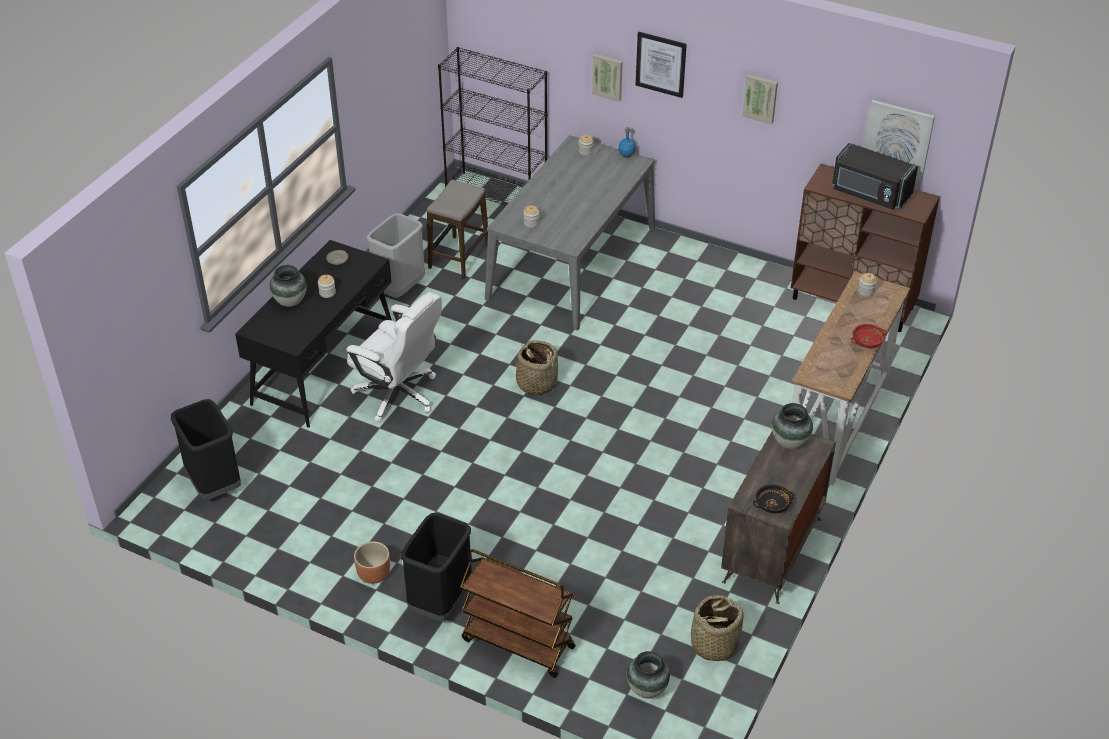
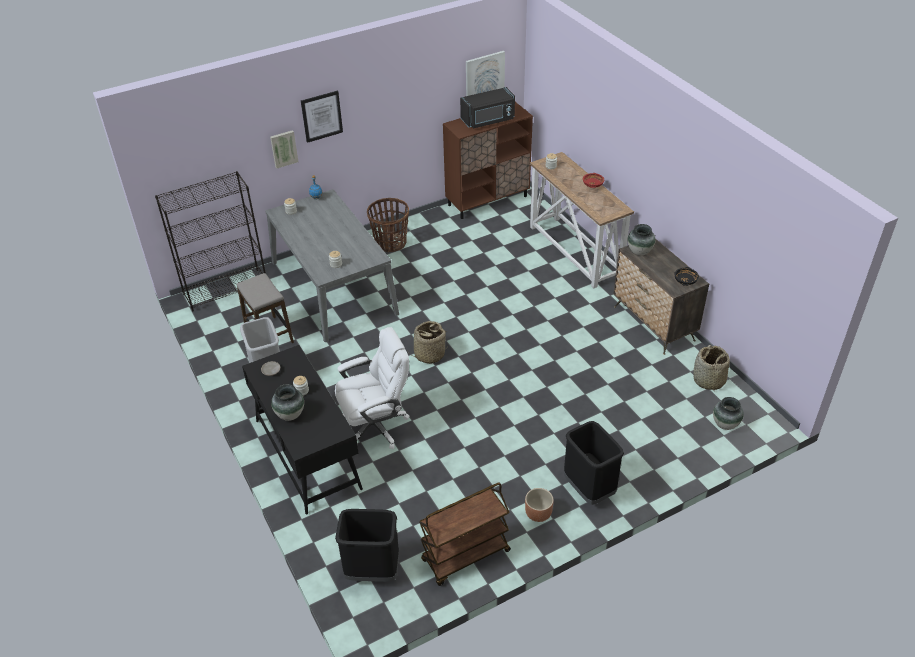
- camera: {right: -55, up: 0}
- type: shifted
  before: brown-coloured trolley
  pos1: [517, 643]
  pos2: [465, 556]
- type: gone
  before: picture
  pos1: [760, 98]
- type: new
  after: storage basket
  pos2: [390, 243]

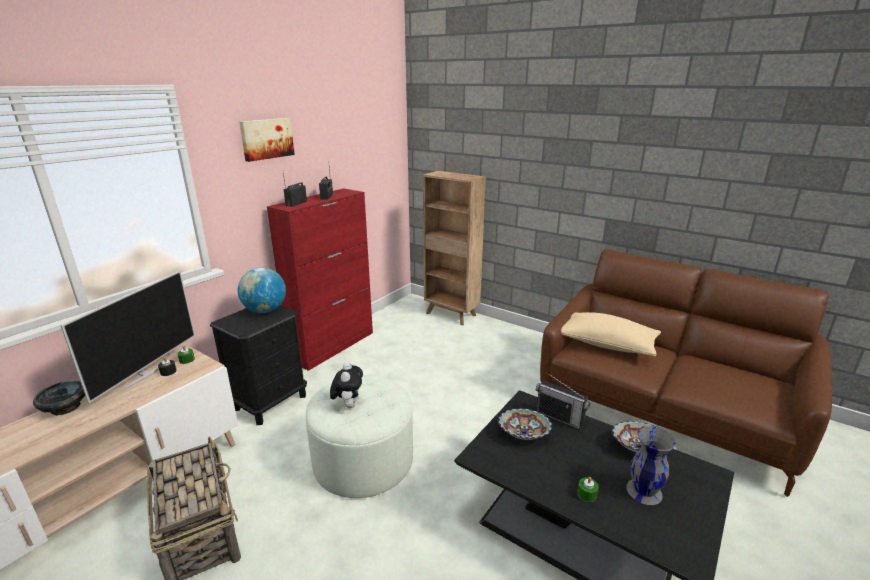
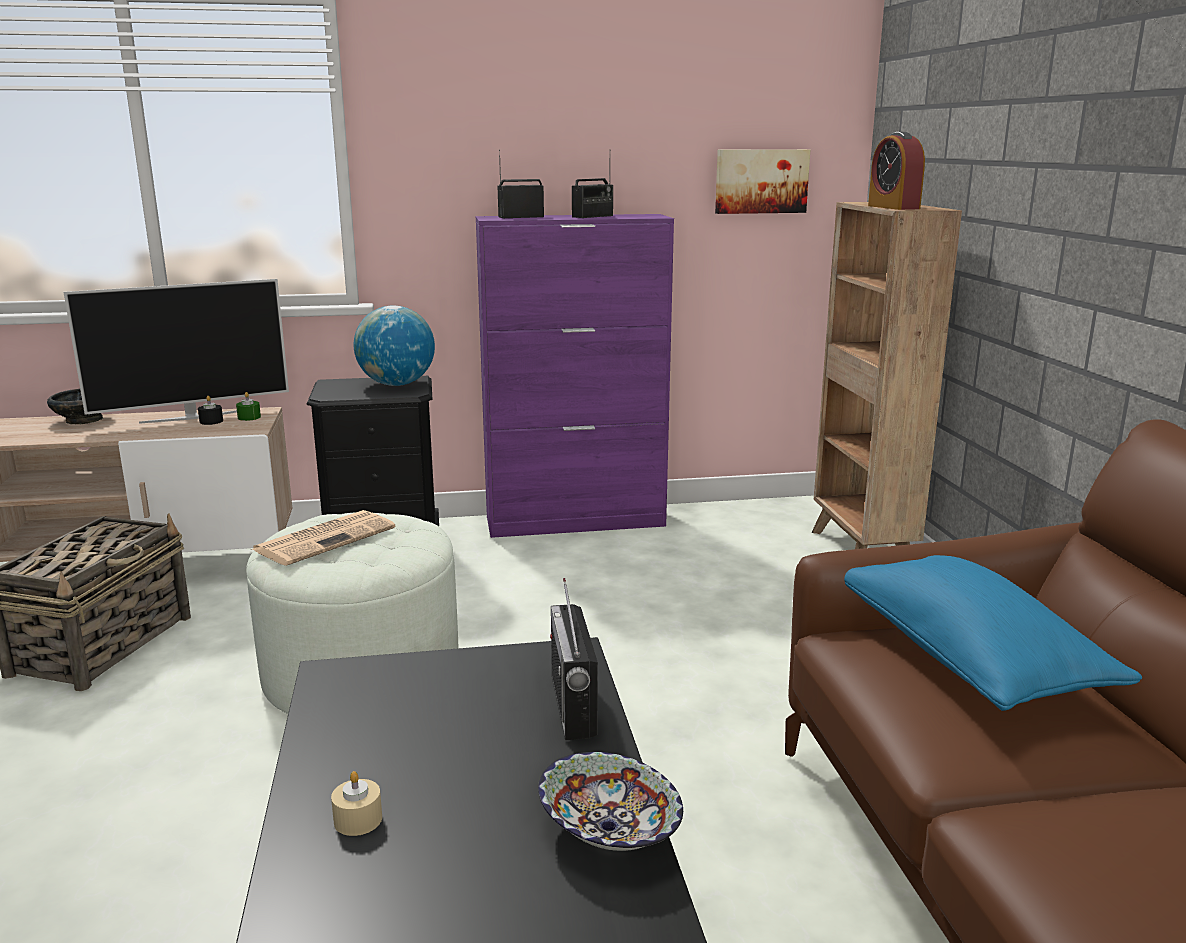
- camera: {right: 45, up: -5}
- type: shifted
  before: picture
  pos1: [266, 138]
  pos2: [761, 181]
- type: repainted
  before: red cabinet
  after: purple cabinet
  pos1: [333, 346]
  pos2: [576, 521]
- type: swapped
  before: soft toy
  after: printed paper
  pos1: [348, 404]
  pos2: [326, 538]
- type: gone
  before: serving bowl
  pos1: [523, 434]
- type: repainted
  before: beige throw pillow
  after: blue throw pillow
  pos1: [606, 344]
  pos2: [967, 659]
- type: repainted
  before: greenish wax candle
  after: beige wax candle
  pos1: [587, 494]
  pos2: [358, 819]
- type: gone
  before: gray decorative vase
  pos1: [643, 491]
- type: new
  after: bedside clock
  pos2: [893, 207]

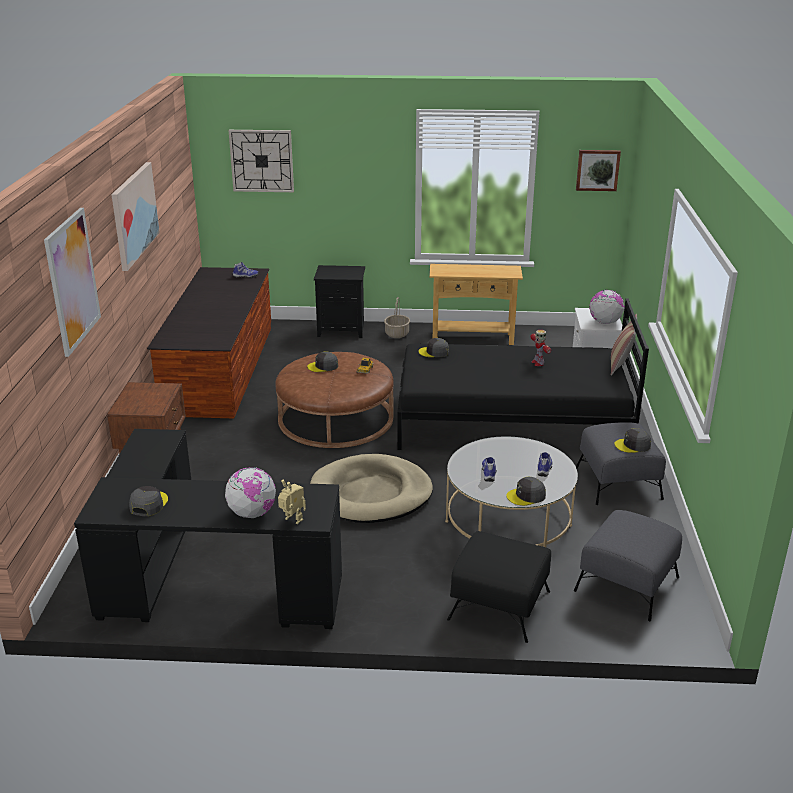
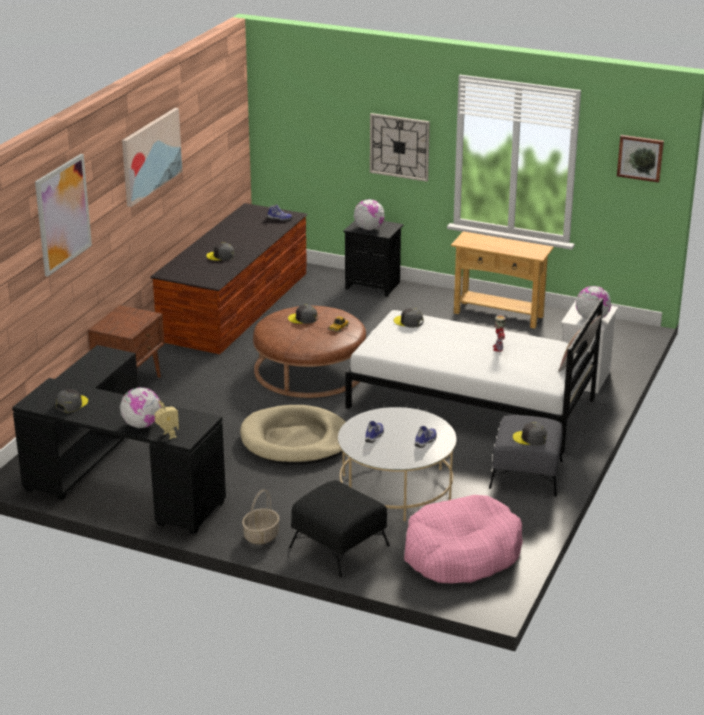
- camera: {right: 20, up: 0}
- type: shifted
  before: clock on the wall
  pos1: [262, 161]
  pos2: [399, 147]
- type: shifted
  before: storage basket
  pos1: [396, 334]
  pos2: [261, 536]
- type: repainted
  before: blackish sleeping bed
  after: white sleeping bed
  pos1: [512, 423]
  pos2: [470, 403]
- type: shifted
  before: gray peaked cap
  pos1: [526, 496]
  pos2: [221, 256]
- type: swapped
  before: gray footrest
  after: pink-coloured pet bed
  pos1: [627, 583]
  pos2: [461, 554]
- type: new
  after: desk globe
  pos2: [369, 229]

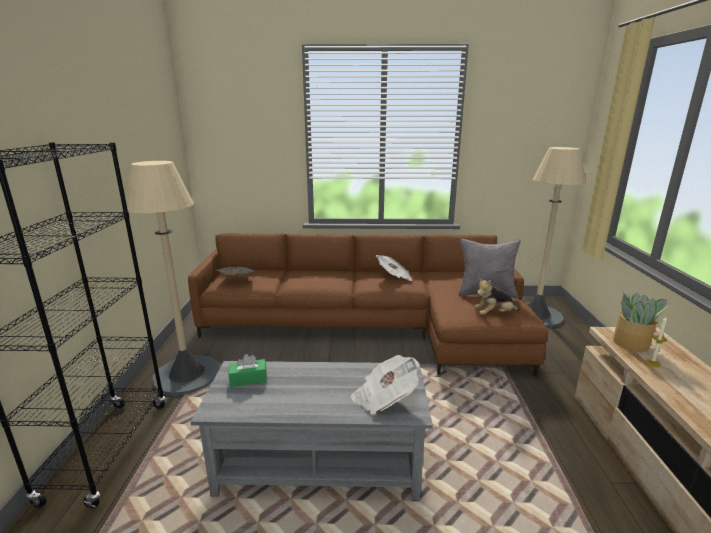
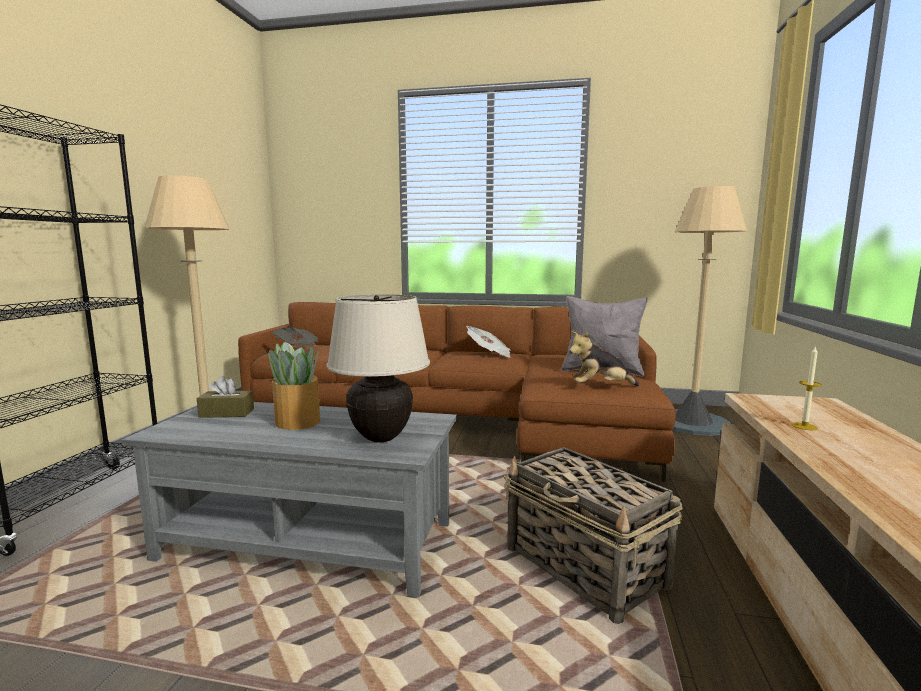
- camera: {right: 10, up: -10}
- type: repainted
  before: greenish tissue holder
  after: brown-coloured tissue holder
  pos1: [248, 379]
  pos2: [227, 413]
- type: swapped
  before: printed paper
  after: beige table lamp
  pos1: [384, 398]
  pos2: [380, 438]
- type: shifted
  before: potted plant
  pos1: [631, 344]
  pos2: [297, 422]
- type: new
  after: storage basket
  pos2: [585, 568]

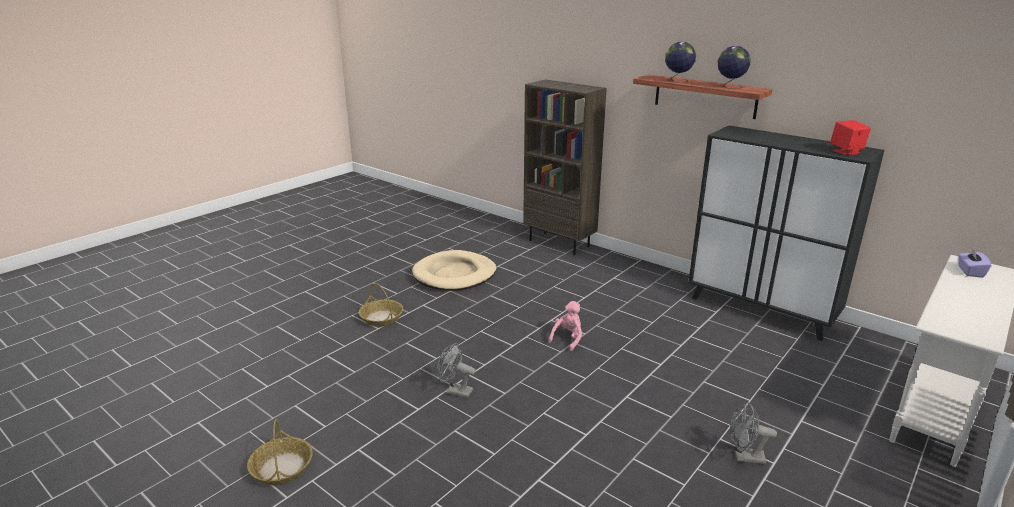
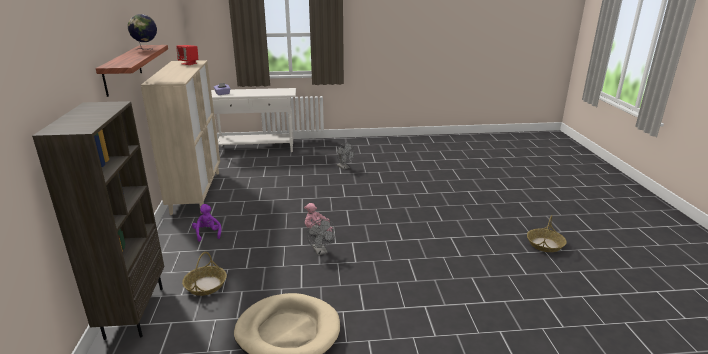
- camera: {right: -135, up: 0}
- type: shifted
  before: storage basket
  pos1: [382, 318]
  pos2: [205, 285]
- type: shifted
  before: gray electric fan
  pos1: [455, 391]
  pos2: [321, 251]
- type: gone
  before: desk globe
  pos1: [677, 81]
- type: repainted
  before: blackish cabinet
  after: beige cabinet
  pos1: [761, 310]
  pos2: [196, 192]
- type: new
  after: purple soft toy
  pos2: [207, 233]

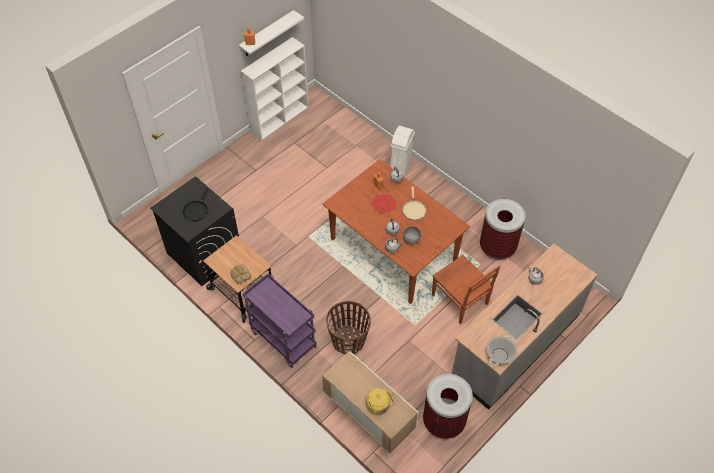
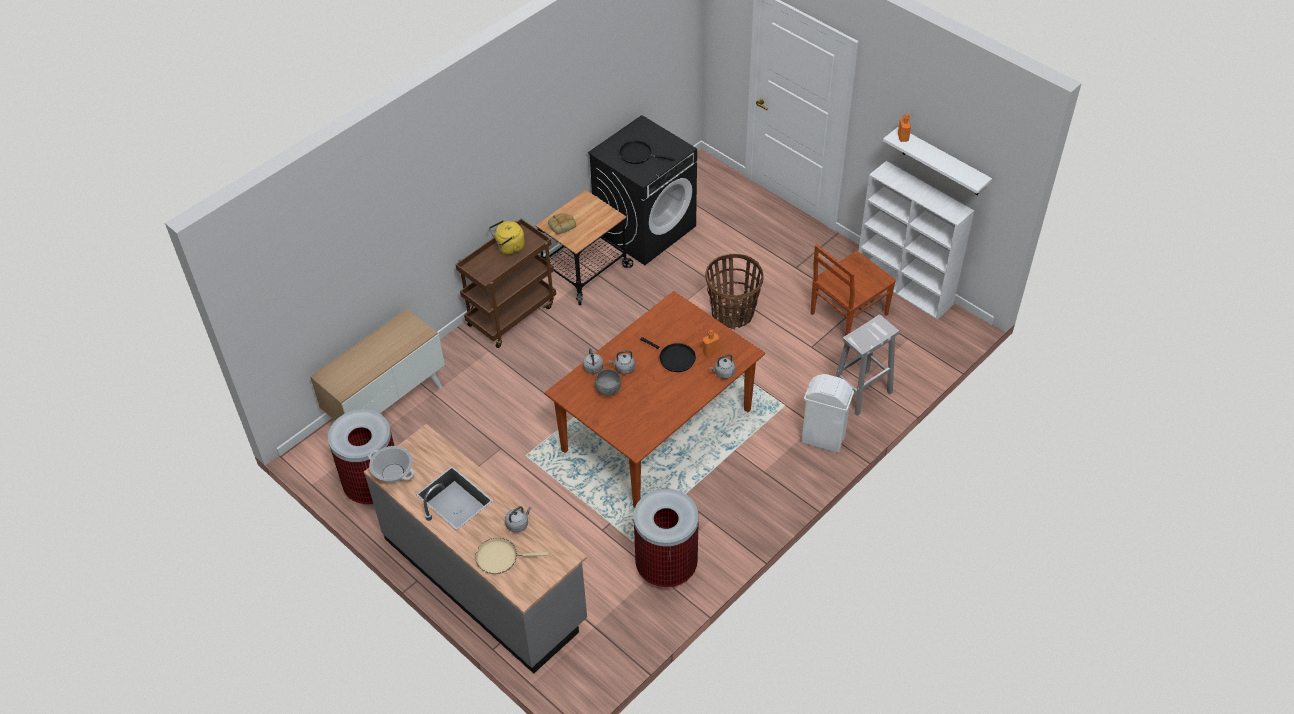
- camera: {right: 90, up: -5}
- type: repainted
  before: purple trolley
  after: brown-coloured trolley
  pos1: [282, 339]
  pos2: [511, 314]
- type: shifted
  before: storage basket
  pos1: [348, 341]
  pos2: [732, 313]
- type: shifted
  before: yellow tea kettle
  pos1: [379, 407]
  pos2: [508, 248]
- type: swapped
  before: red flat dish
  after: blackish skillet
  pos1: [384, 204]
  pos2: [674, 358]
- type: shifted
  before: beige skillet
  pos1: [413, 209]
  pos2: [500, 558]
- type: shifted
  before: brown-coloured plain chair
  pos1: [460, 300]
  pos2: [847, 315]
- type: new
  after: white sitting stool
  pos2: [861, 393]

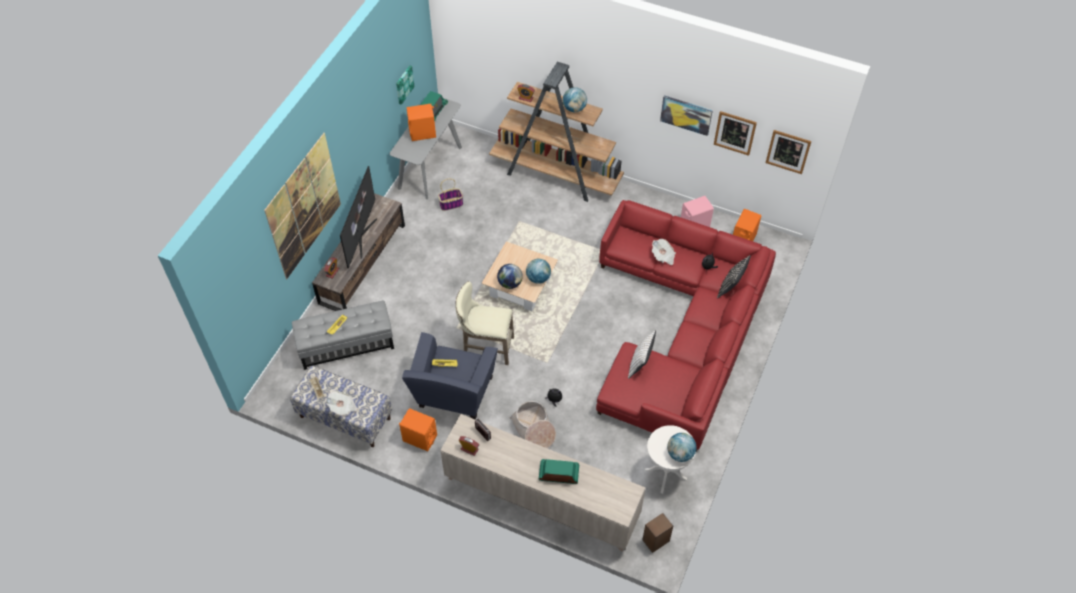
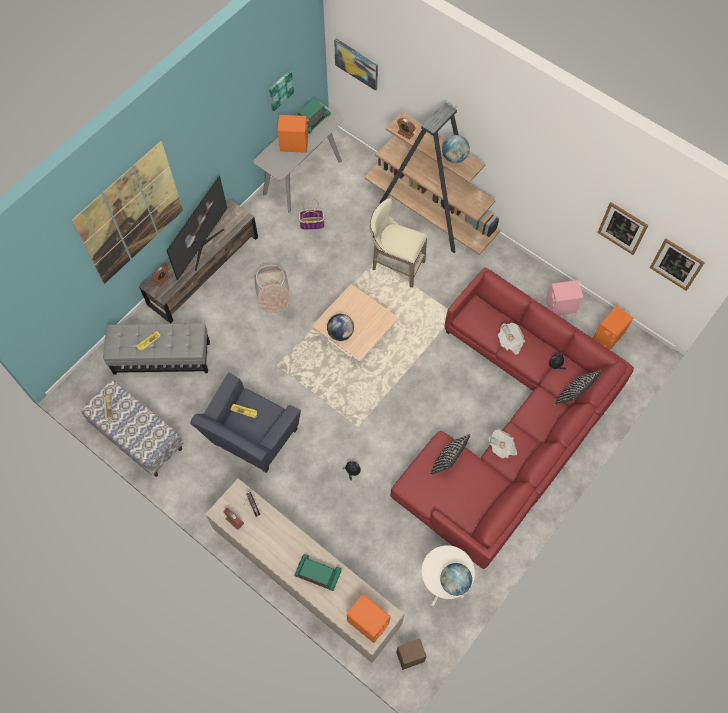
- camera: {right: 15, up: 10}
- type: shifted
  before: printed paper
  pos1: [342, 407]
  pos2: [502, 447]
- type: shifted
  before: orangey loudspeaker
  pos1: [419, 438]
  pos2: [368, 622]
- type: shifted
  before: beige sitting stool
  pos1: [485, 347]
  pos2: [395, 265]
- type: shifted
  before: storage basket
  pos1: [533, 430]
  pos2: [272, 292]
- type: gone
  before: desk globe
  pos1: [538, 278]
- type: repainted
  before: white throw pillow
  after: blackish throw pillow
  pos1: [640, 364]
  pos2: [448, 461]
- type: shifted
  before: picture
  pos1: [686, 114]
  pos2: [356, 63]

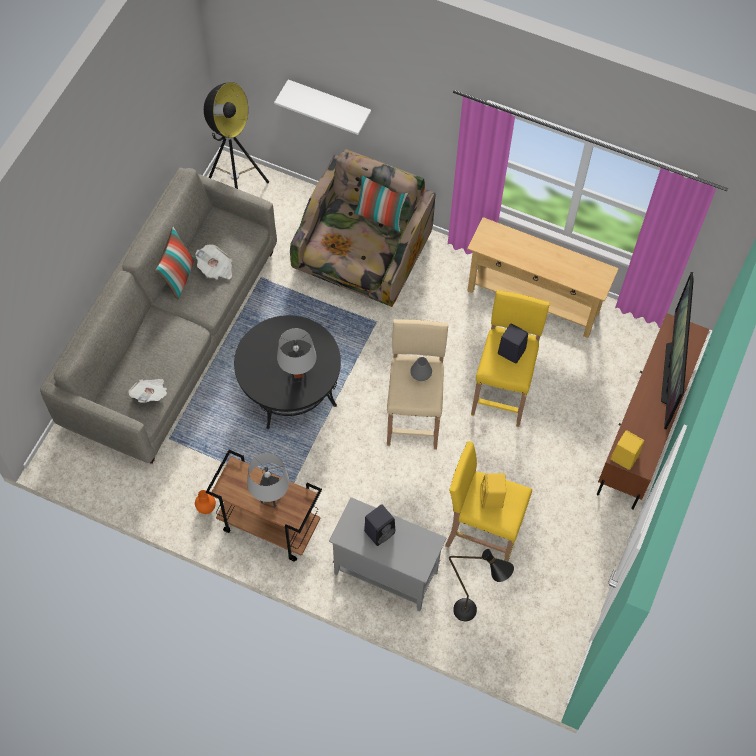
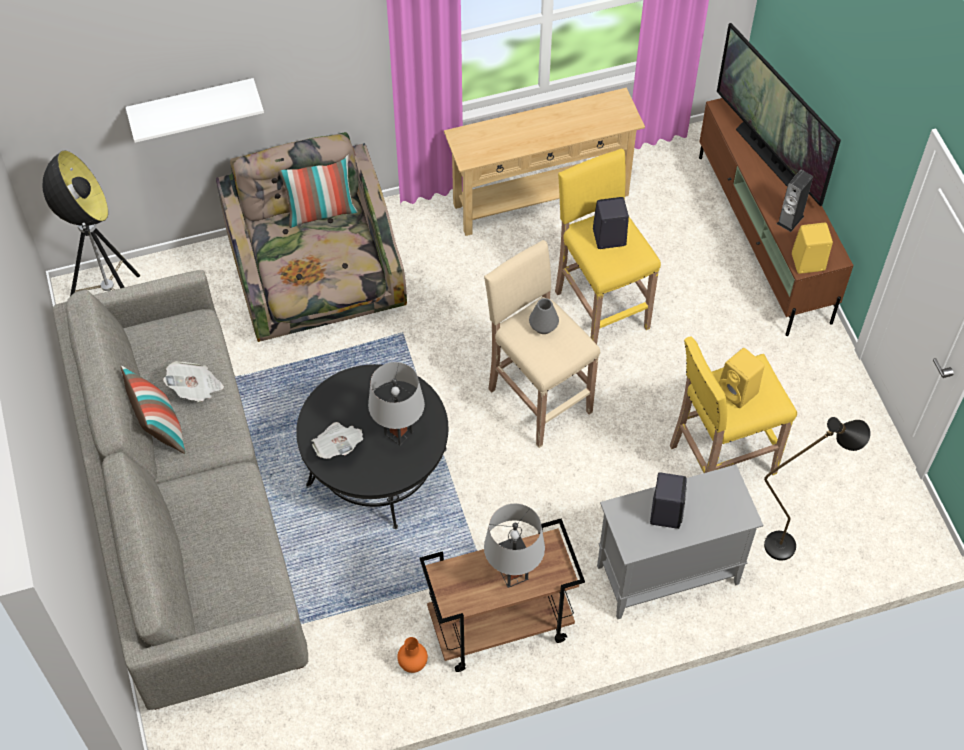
- camera: {right: -40, up: -5}
- type: shifted
  before: printed paper
  pos1: [150, 394]
  pos2: [338, 446]
- type: new
  after: loudspeaker
  pos2: [790, 220]

